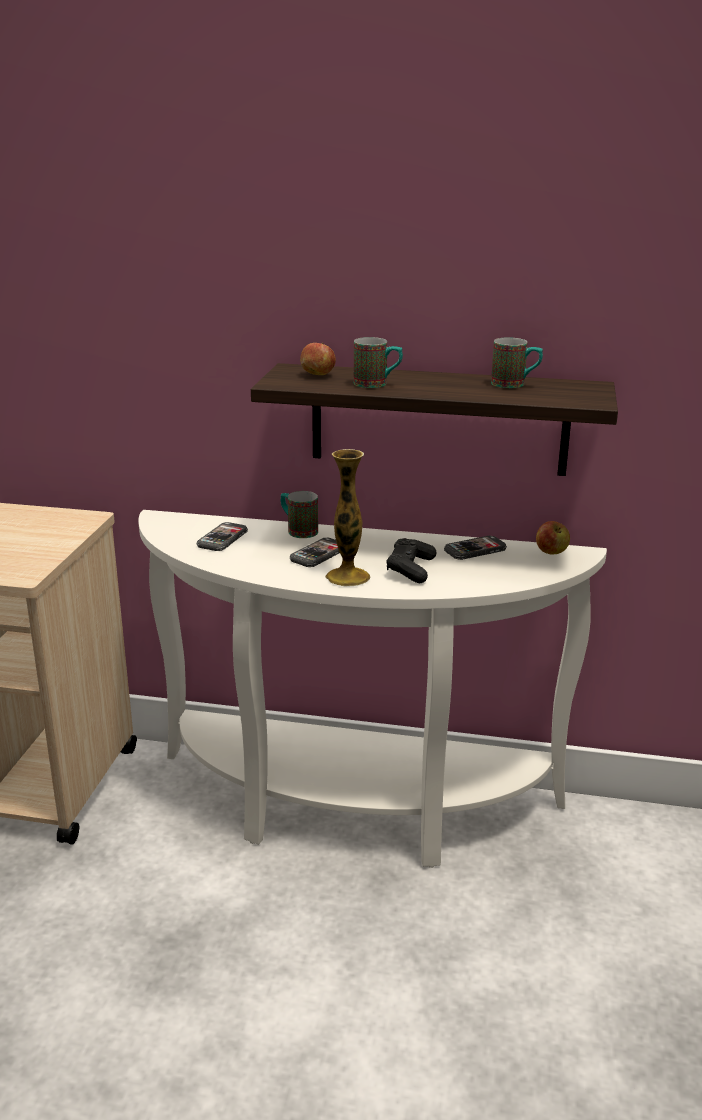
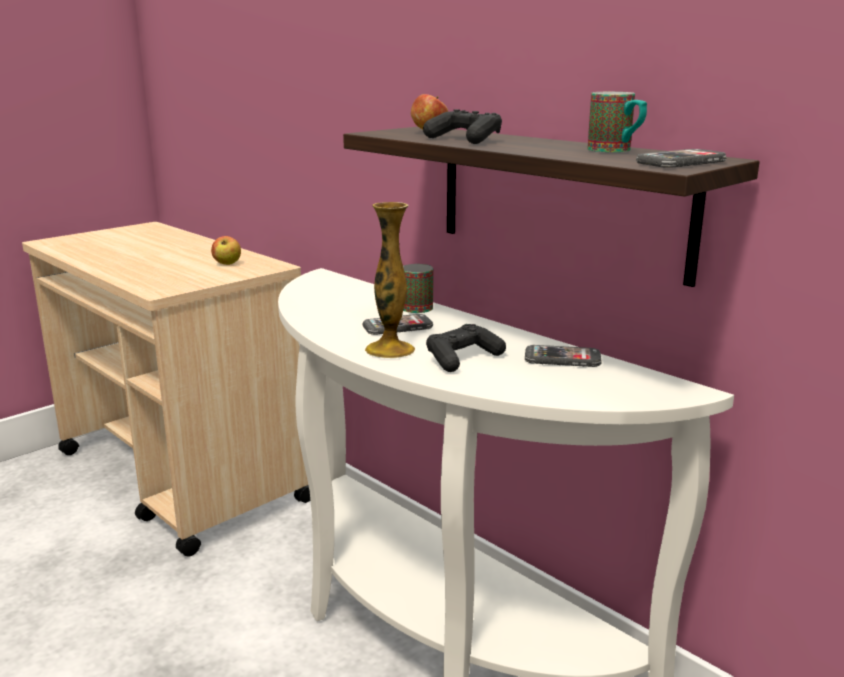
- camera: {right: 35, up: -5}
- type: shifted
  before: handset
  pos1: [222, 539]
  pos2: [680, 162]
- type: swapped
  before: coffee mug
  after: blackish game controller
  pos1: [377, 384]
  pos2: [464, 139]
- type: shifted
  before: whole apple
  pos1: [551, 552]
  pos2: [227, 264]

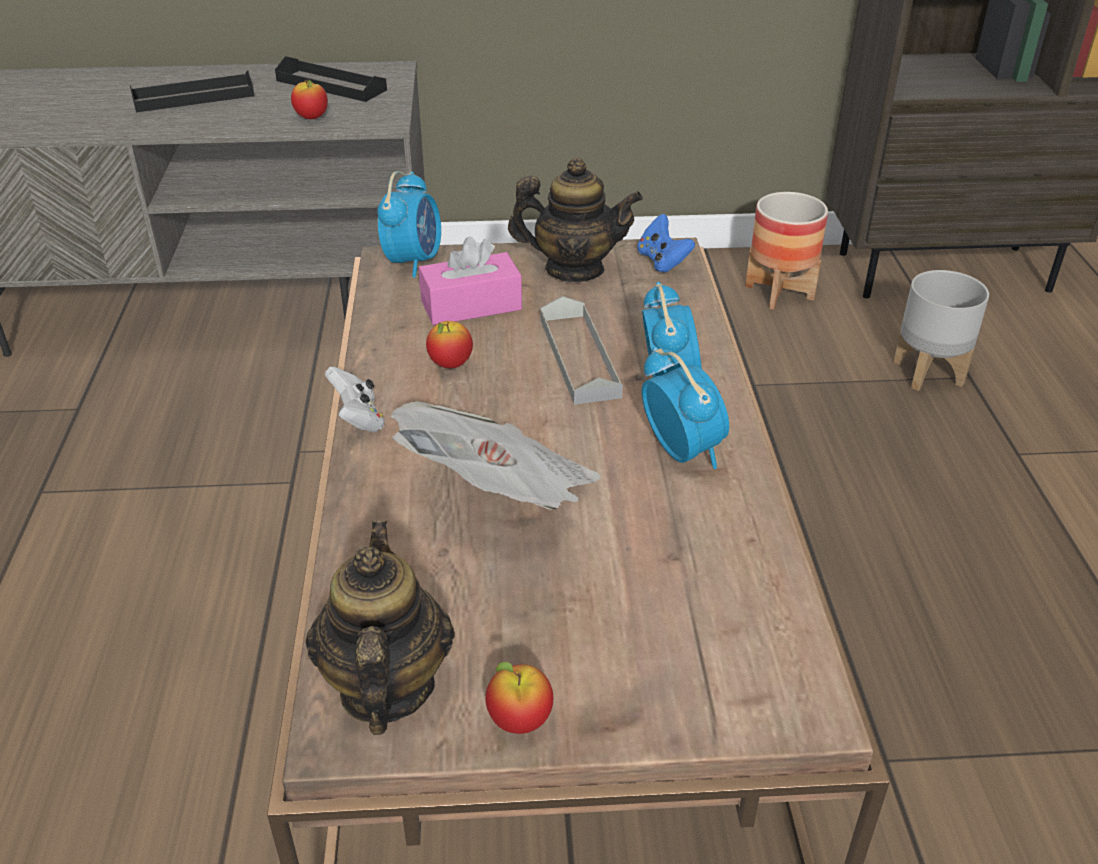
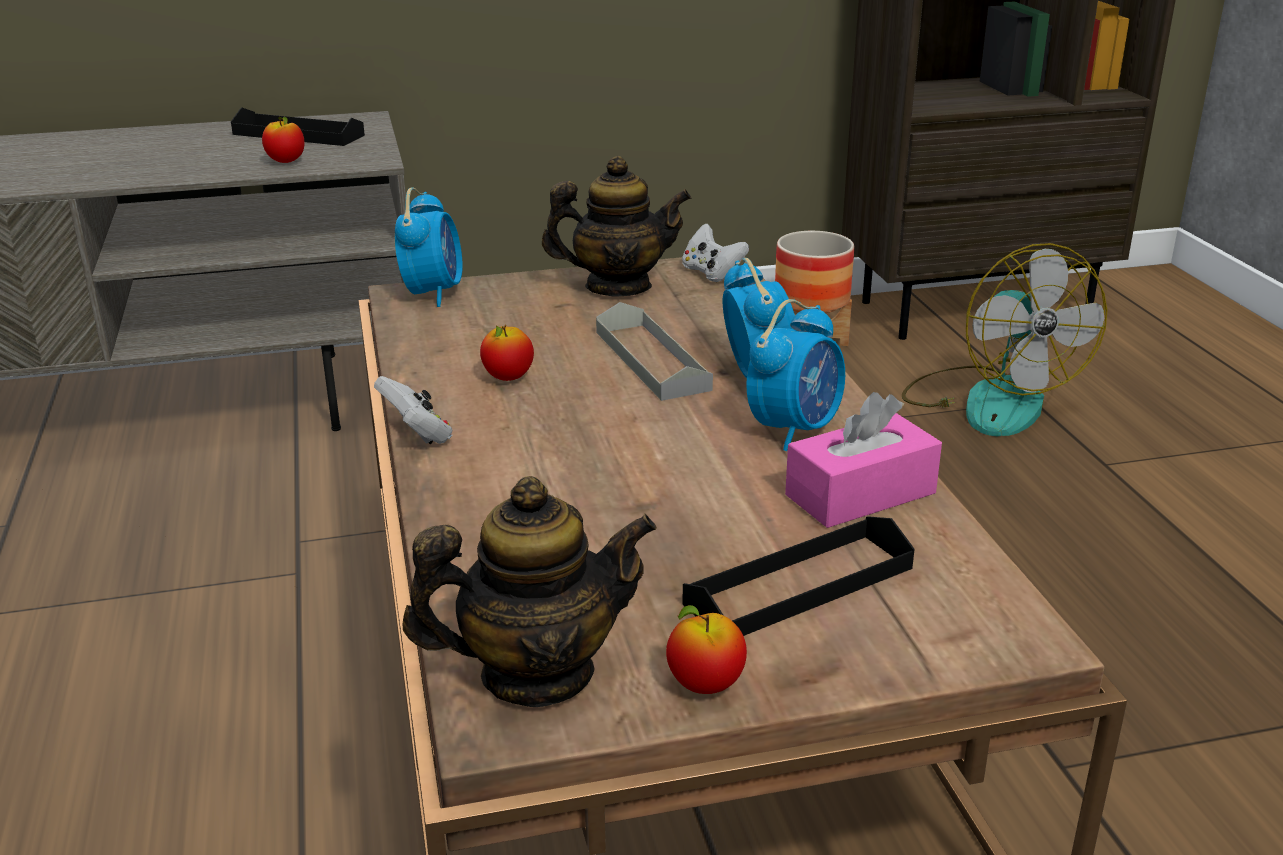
- camera: {right: -10, up: -10}
- type: shifted
  before: blackish tray
  pos1: [193, 97]
  pos2: [799, 586]
- type: rotated
  before: tea pot
  pos1: [385, 687]
  pos2: [536, 674]
  turn: 90
- type: gone
  before: printed paper
  pos1: [501, 495]
- type: shifted
  before: pink-coloured tissue holder
  pos1: [471, 305]
  pos2: [860, 494]
- type: repainted
  before: blue game controller
  after: white game controller
  pos1: [662, 261]
  pos2: [712, 273]
- type: rotated
  before: bedside clock
  pos1: [681, 451]
  pos2: [795, 429]
  turn: 75
- type: swapped
  before: gray planter
  after: electric fan
  pos1: [929, 372]
  pos2: [990, 400]

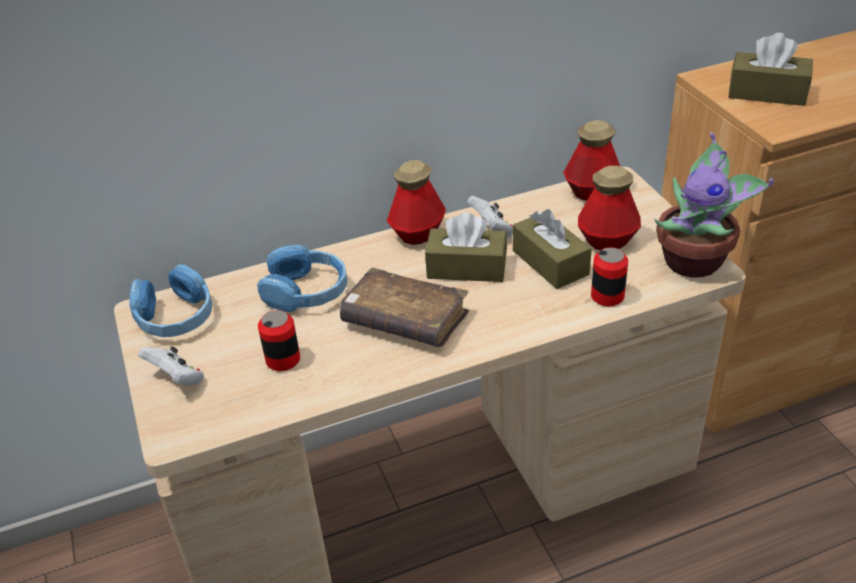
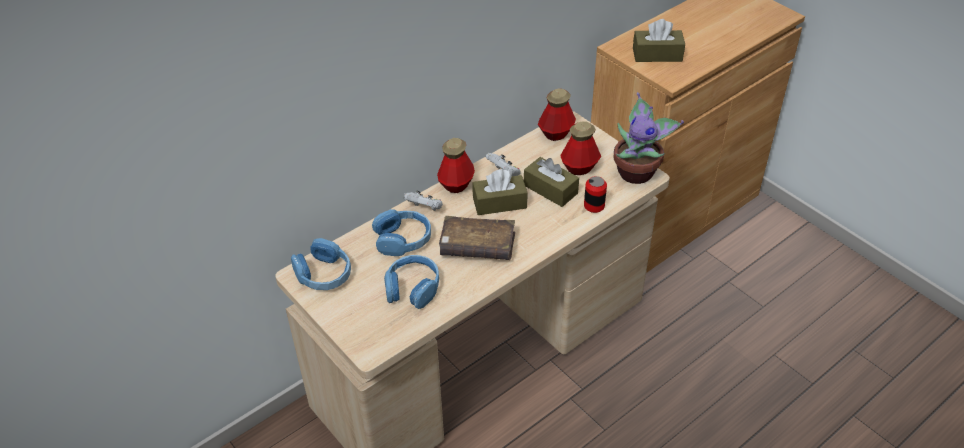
- camera: {right: -20, up: 5}
- type: shifted
  before: white game controller
  pos1: [177, 379]
  pos2: [425, 208]
- type: swapped
  before: sealed can
  after: blue pair of headphones
  pos1: [283, 360]
  pos2: [412, 288]

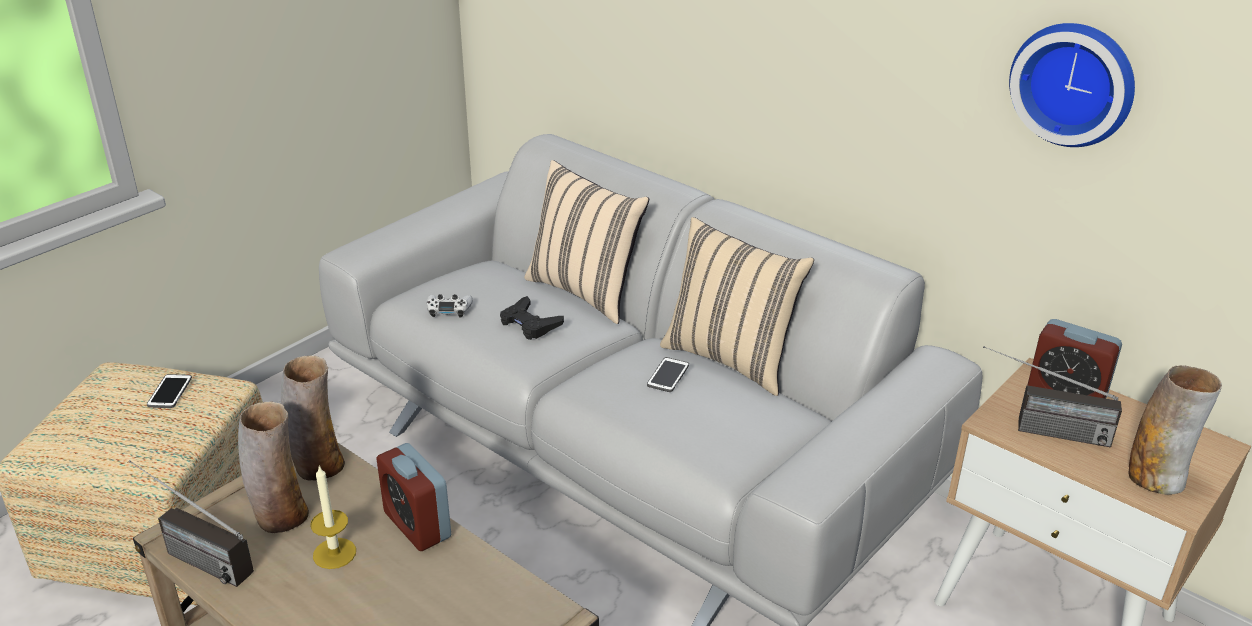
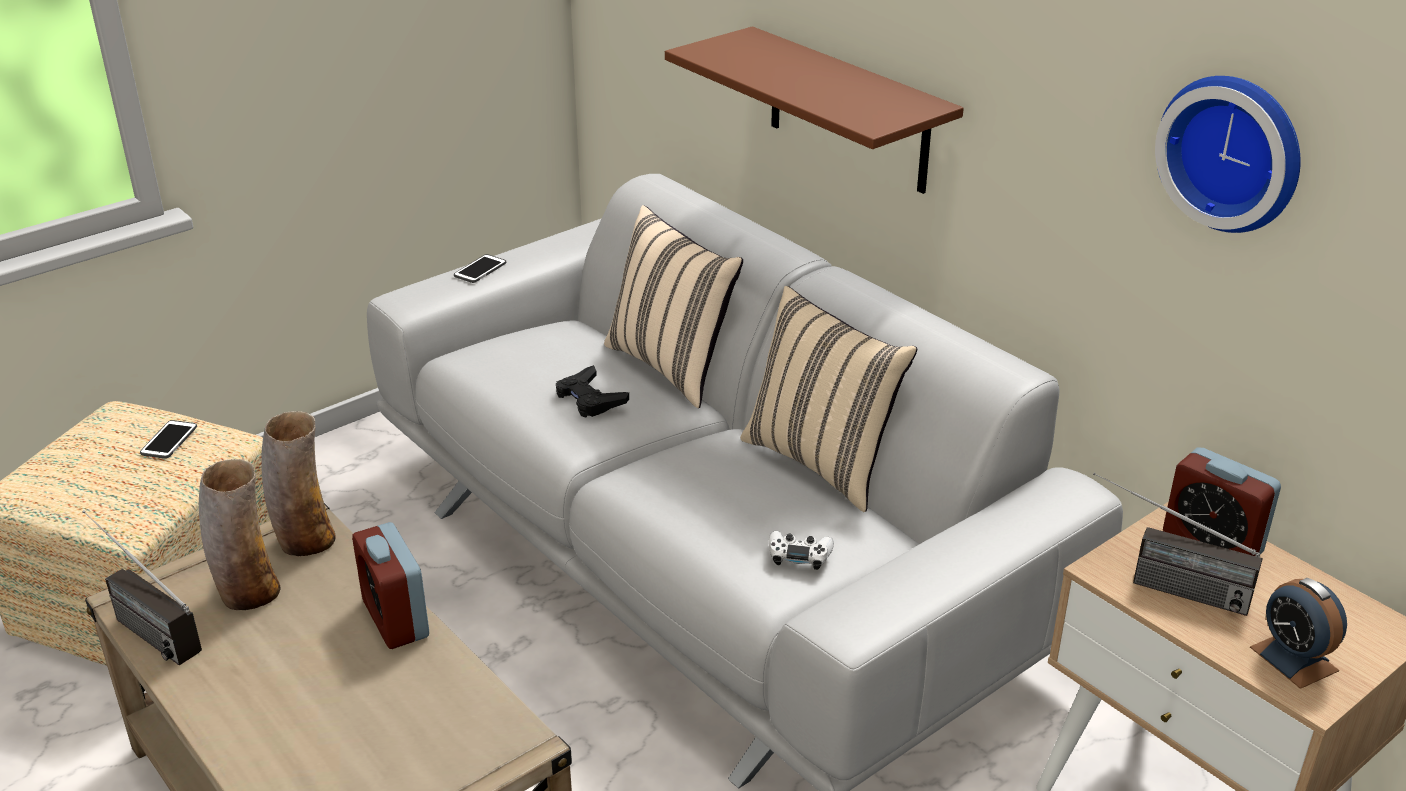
- camera: {right: 10, up: 0}
- type: gone
  before: wax candle
  pos1: [334, 553]
- type: shifted
  before: white game controller
  pos1: [449, 309]
  pos2: [799, 555]
- type: shifted
  before: handset
  pos1: [668, 375]
  pos2: [480, 270]
- type: swapped
  before: decorative vase
  after: bedside clock
  pos1: [1156, 477]
  pos2: [1294, 659]
- type: new
  after: brown-coloured wall shelf
  pos2: [848, 111]

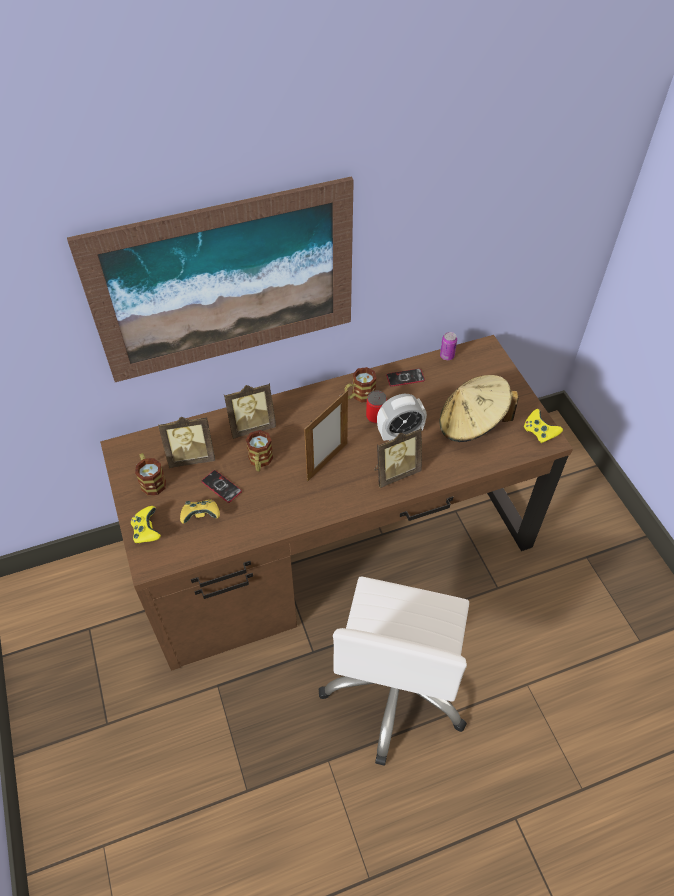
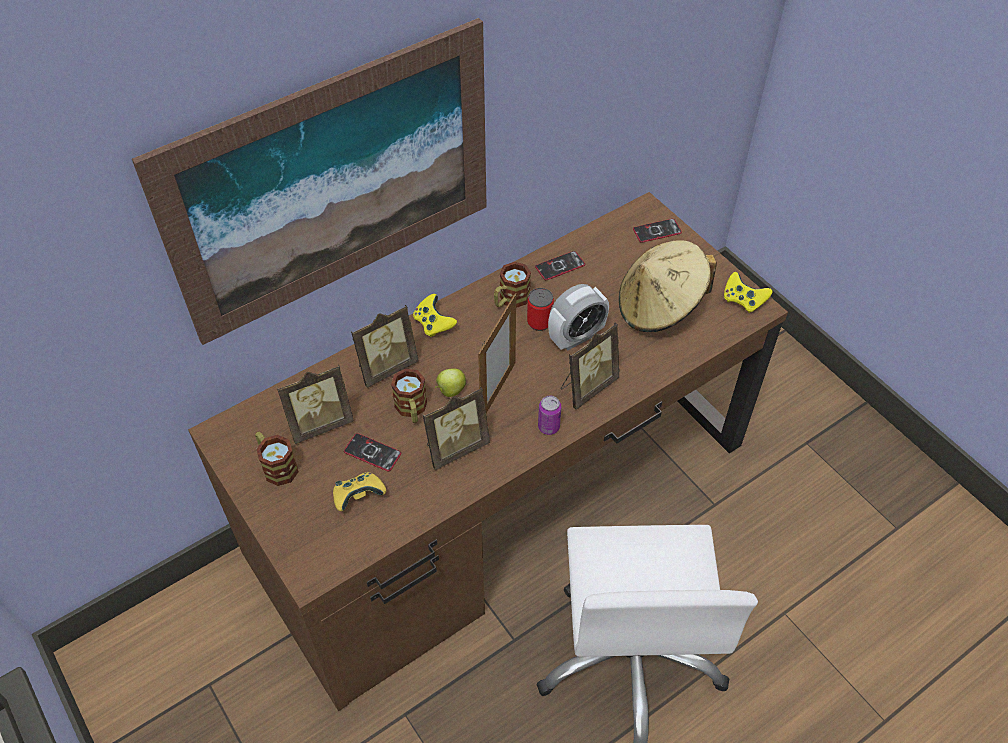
- camera: {right: -15, up: 0}
- type: shifted
  before: yellow game controller
  pos1: [147, 531]
  pos2: [433, 324]
- type: shifted
  before: sealed can
  pos1: [447, 356]
  pos2: [548, 427]
- type: new
  after: standing frame
  pos2: [455, 447]
- type: new
  after: whole apple
  pos2: [450, 390]
- type: new
  after: handset
  pos2: [657, 231]

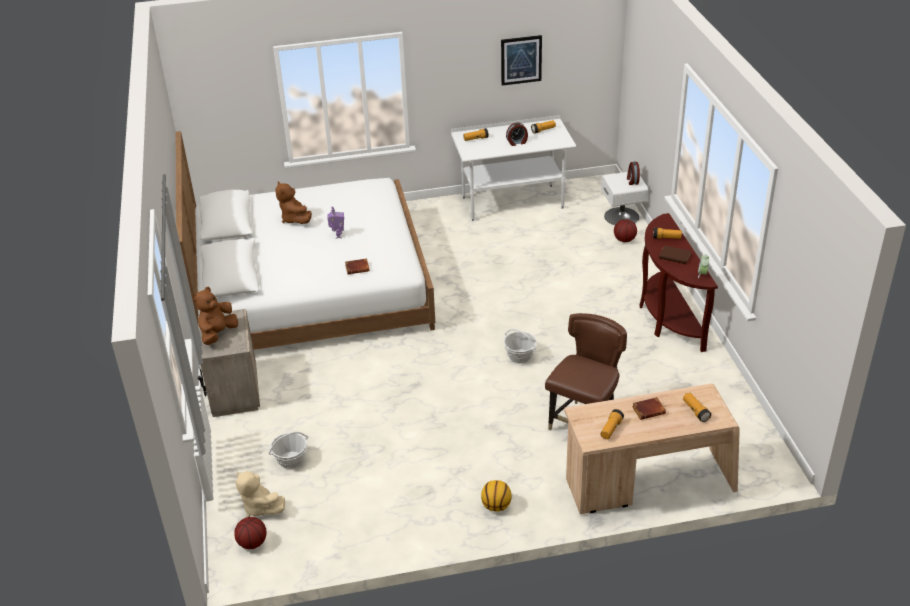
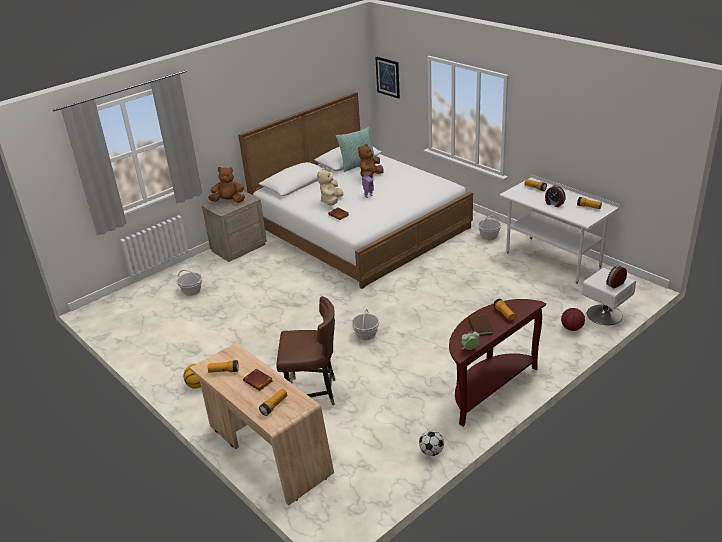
- camera: {right: 60, up: -5}
- type: gone
  before: ball for basketball
  pos1: [252, 543]
- type: shifted
  before: beige soft toy
  pos1: [260, 507]
  pos2: [331, 201]
- type: shifted
  before: picture
  pos1: [521, 60]
  pos2: [388, 77]
- type: new
  after: throw pillow
  pos2: [357, 165]
- type: new
  after: ball for football
  pos2: [431, 452]
- type: new
  after: storage basket
  pos2: [489, 236]

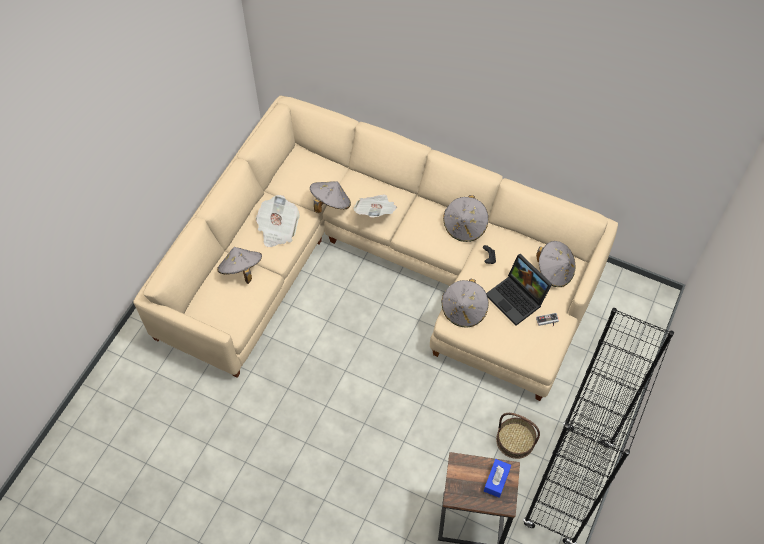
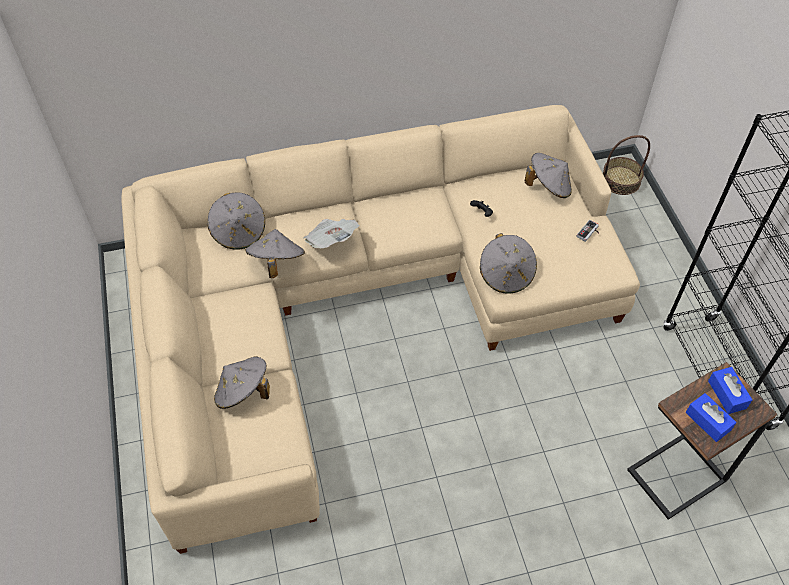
- camera: {right: -40, up: -5}
- type: gone
  before: printed paper
  pos1: [277, 229]
- type: shifted
  before: gray wearable hat
  pos1: [465, 227]
  pos2: [239, 232]
- type: gone
  before: notebook computer
  pos1: [517, 299]
- type: shifted
  before: storage basket
  pos1: [515, 440]
  pos2: [620, 180]
- type: new
  after: blue tissue holder
  pos2: [708, 421]

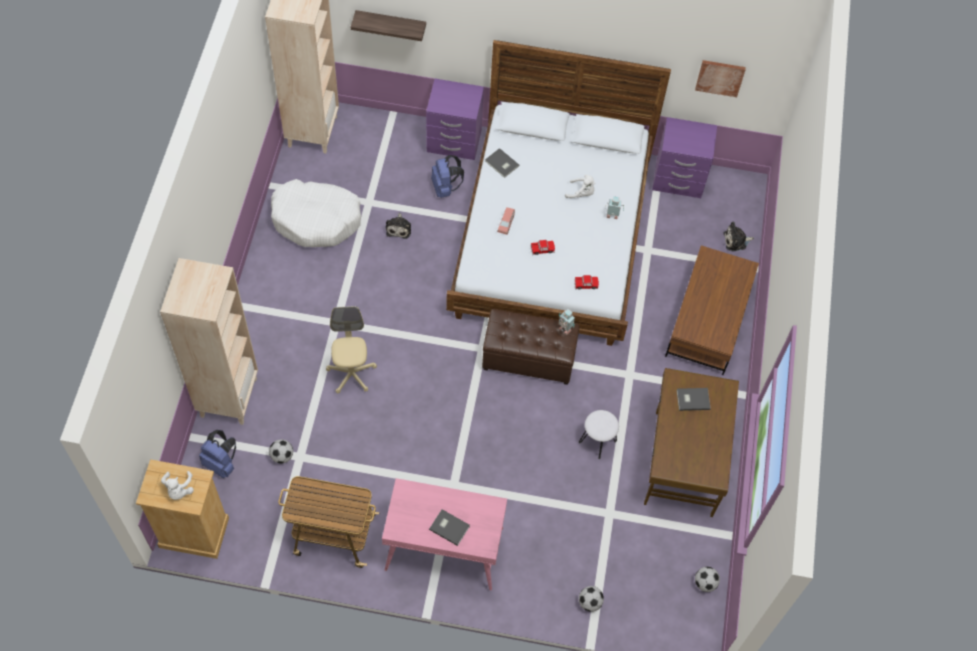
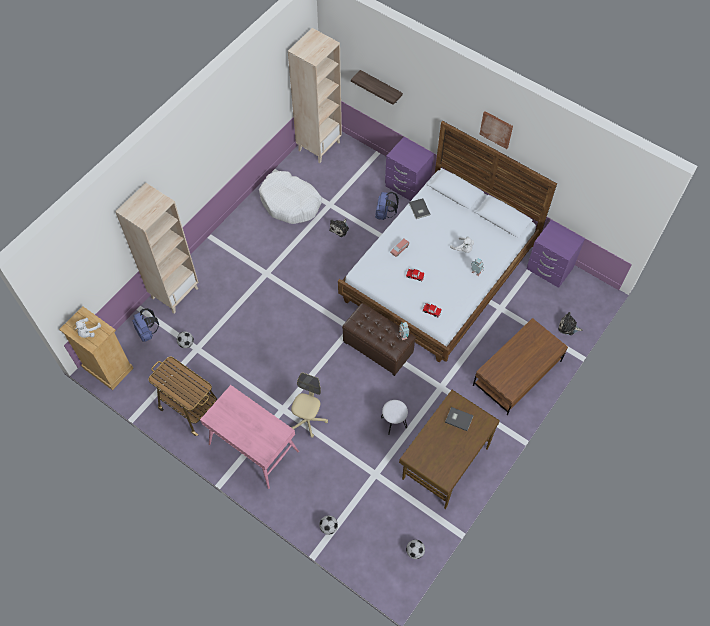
- camera: {right: 30, up: 0}
- type: shifted
  before: beige office chair
  pos1: [351, 374]
  pos2: [308, 420]
- type: gone
  before: gray book
  pos1: [449, 527]
- type: shifted
  before: picture
  pos1: [720, 77]
  pos2: [496, 129]

